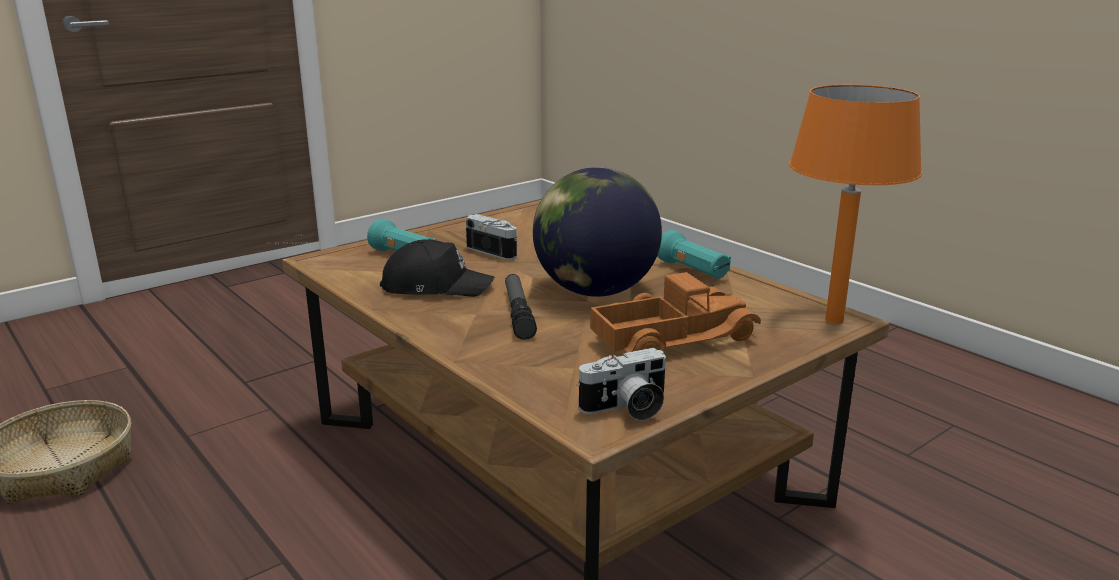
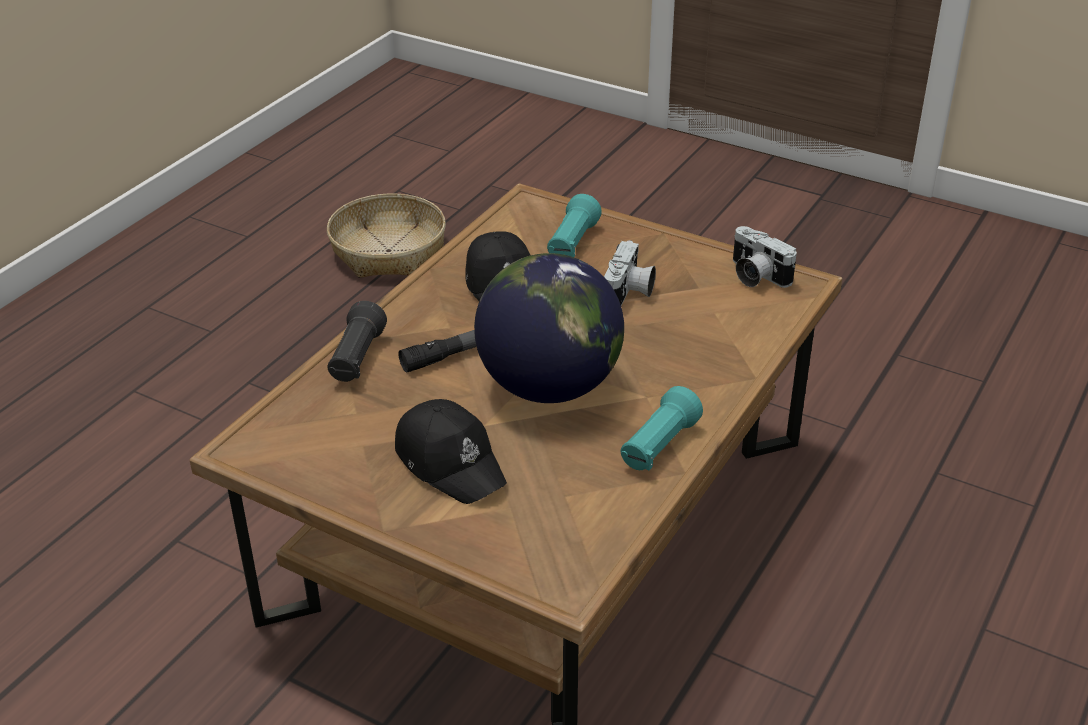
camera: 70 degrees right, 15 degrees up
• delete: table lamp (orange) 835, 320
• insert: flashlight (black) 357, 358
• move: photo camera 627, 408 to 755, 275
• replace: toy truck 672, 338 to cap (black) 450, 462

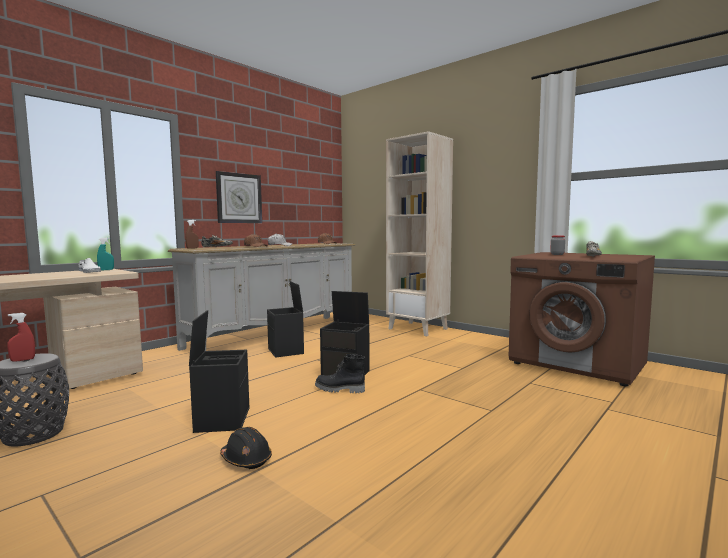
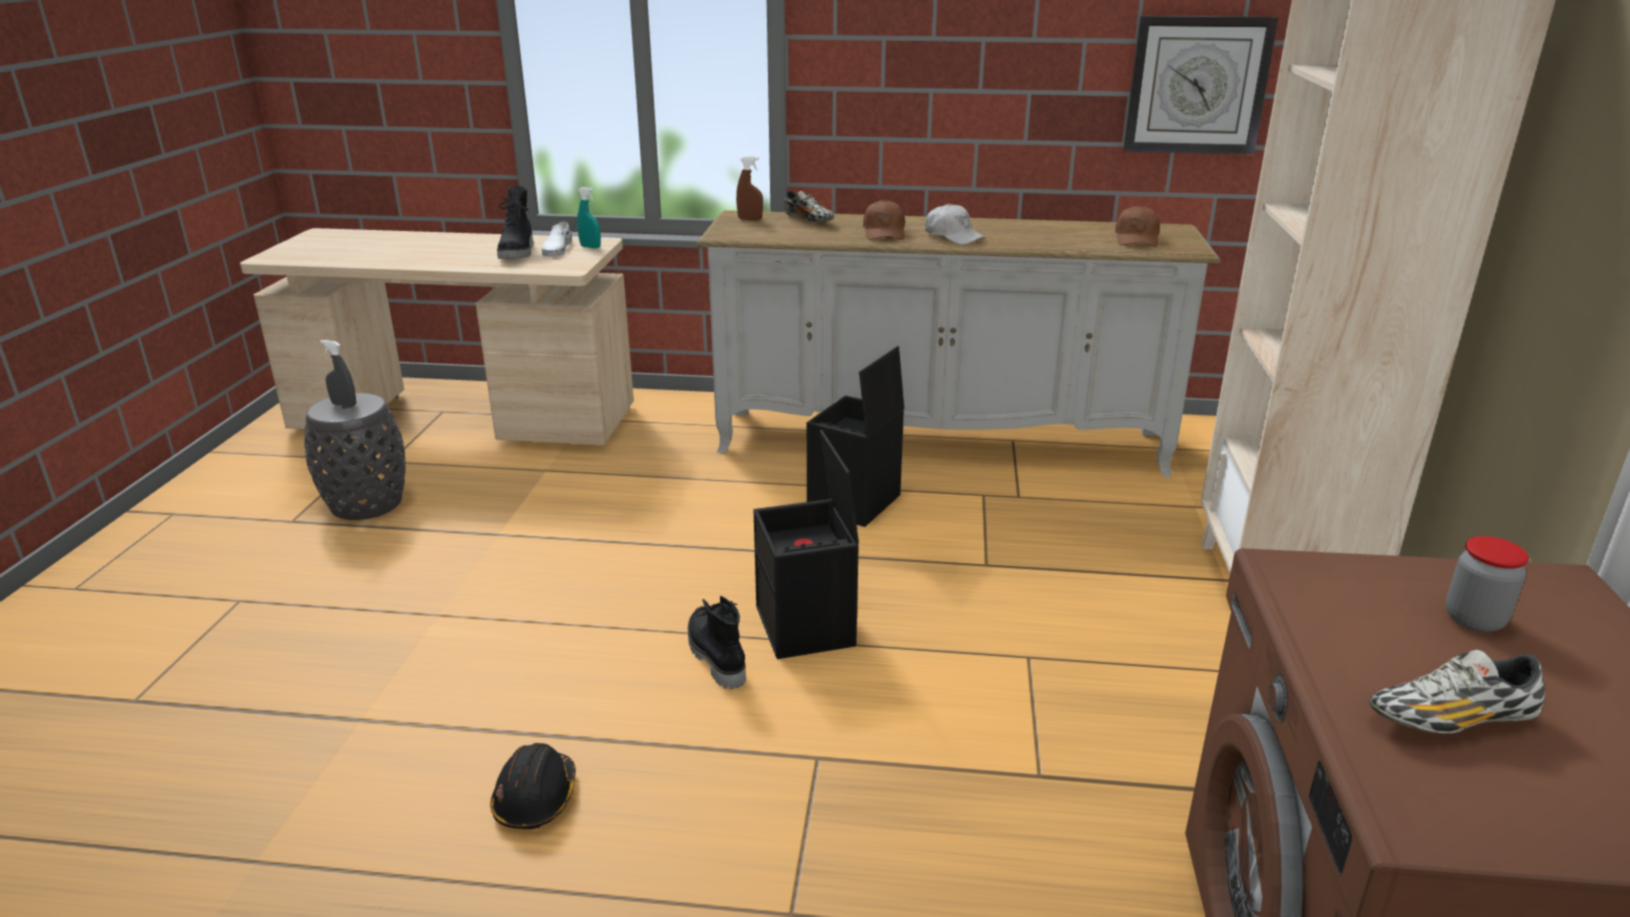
camera: 55 degrees right, 20 degrees up
• delete: storage box (black) 222, 419
• insert: boot (black) 518, 253
• move: wall clock 239, 198 to 1197, 85
• move: hard hat (black) 246, 459 to 536, 799
• recolor: spray bottle (red) 22, 360 to spray bottle (grey) 344, 405

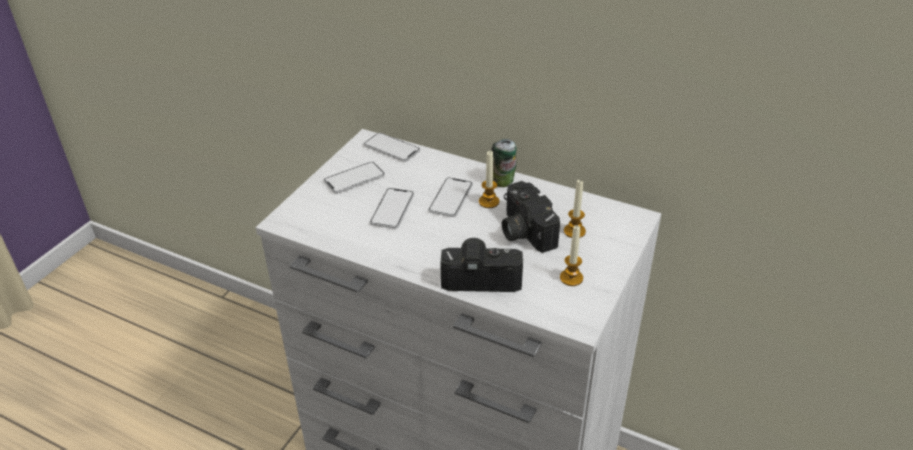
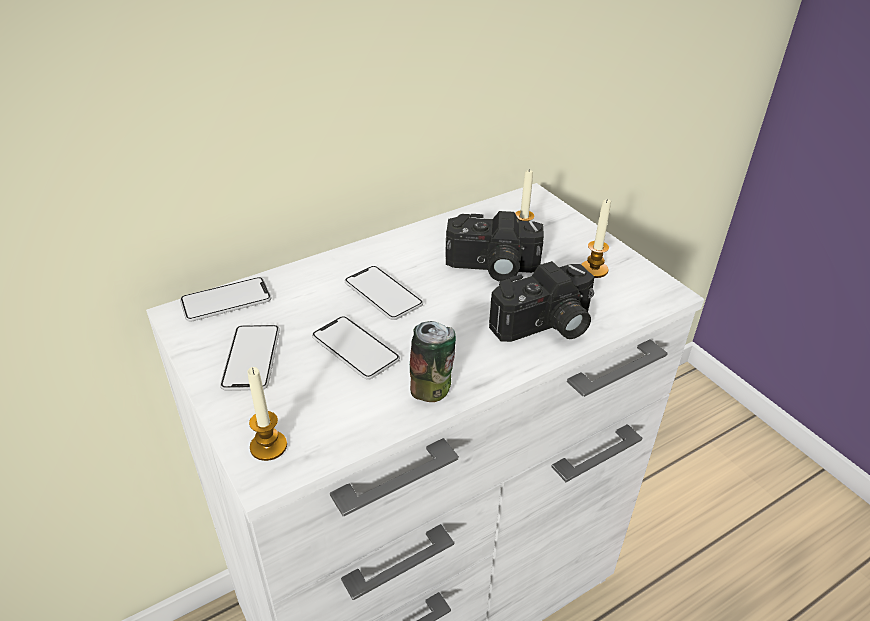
camera: 60 degrees left, 0 degrees up
• move: candle 489, 202 to 268, 446
• move: can 503, 182 to 432, 389
• rotate: photo camera 481, 276 = 545, 327 150 degrees counterclockwise

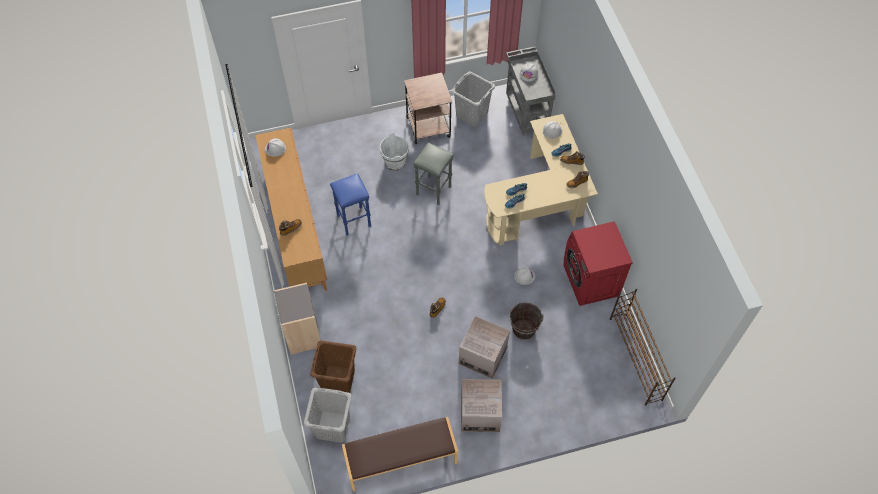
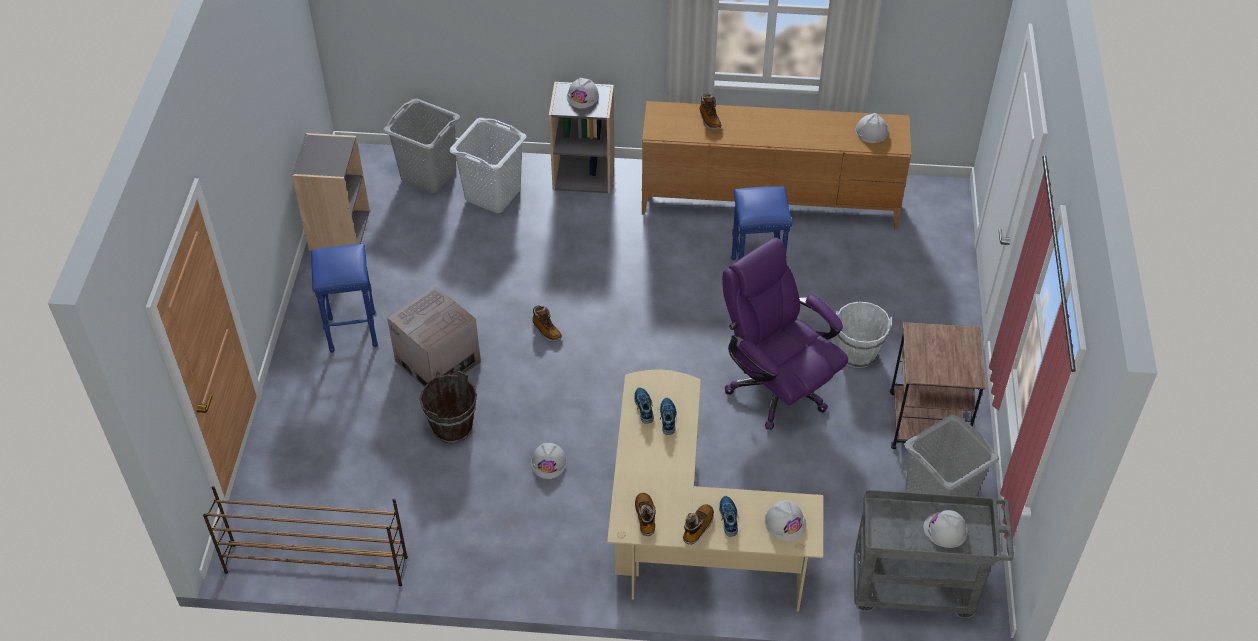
camera: 110 degrees right, 10 degrees down
• delete: washing machine (red) 590, 281
• insert: hard hat (white) 583, 96
• replace: bench (brown) 401, 461 to bookcase (grey) 339, 229
• replace: stool (grey) 432, 190 to office chair (purple) 777, 388
• replace: cardboard box 480, 413 to stool (blue) 351, 331
• recolor: laundry basket (brown) 338, 379 to laundry basket (white) 493, 194

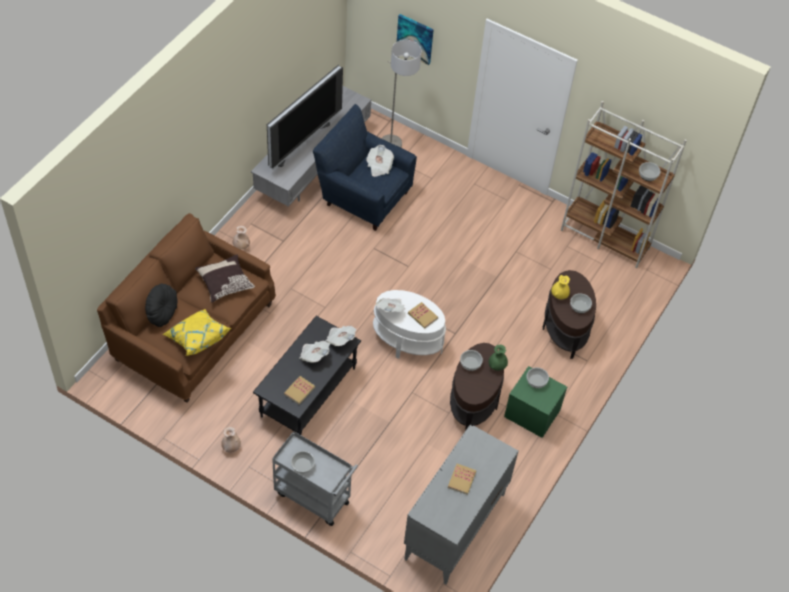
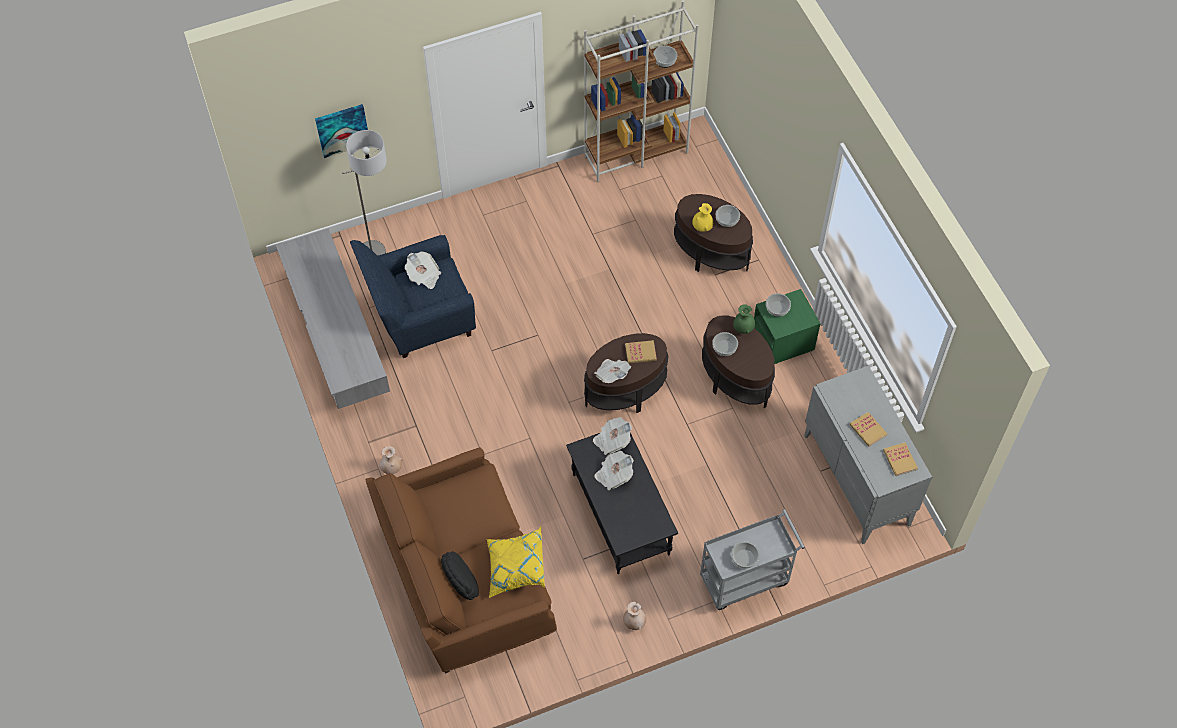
camera: 50 degrees left, 5 degrees up
• delete: pillow 225, 283
• delete: television 301, 142
• move: book 299, 391 to 900, 460
• recolor: side table (white) 407, 340 to side table (brown) 625, 391

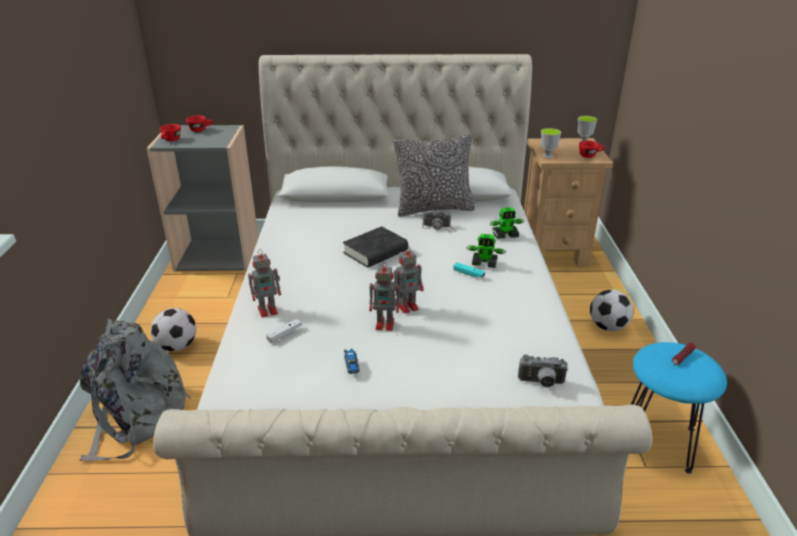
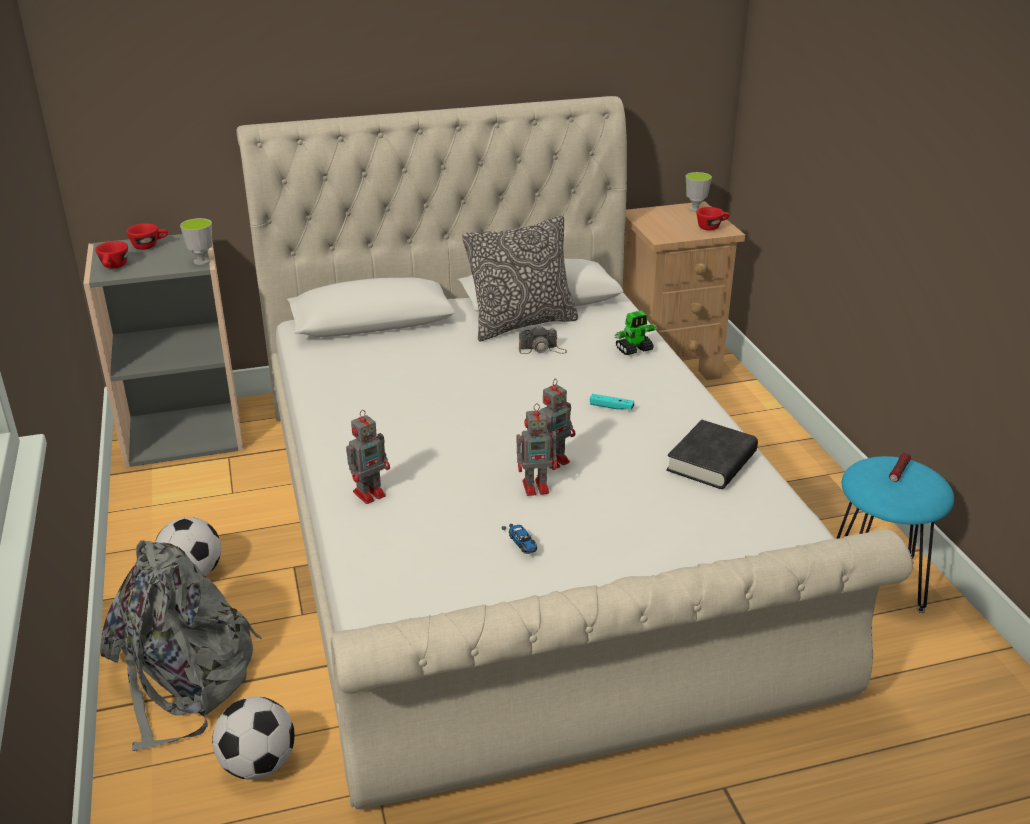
camera: 15 degrees left, 0 degrees up
• delete: game controller (white) 284, 334
• delete: toy robot 484, 263
• delete: photo camera 541, 383
• move: book (black) 375, 252 to 711, 461
• move: cup 547, 156 to 202, 261
• move: football 607, 327 to 258, 764

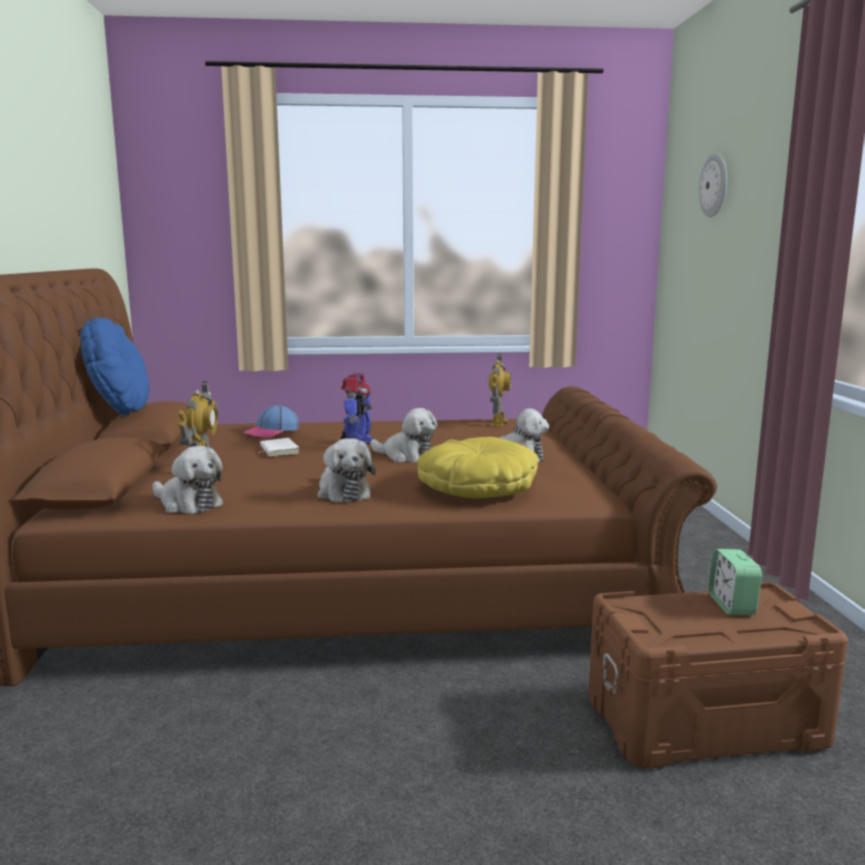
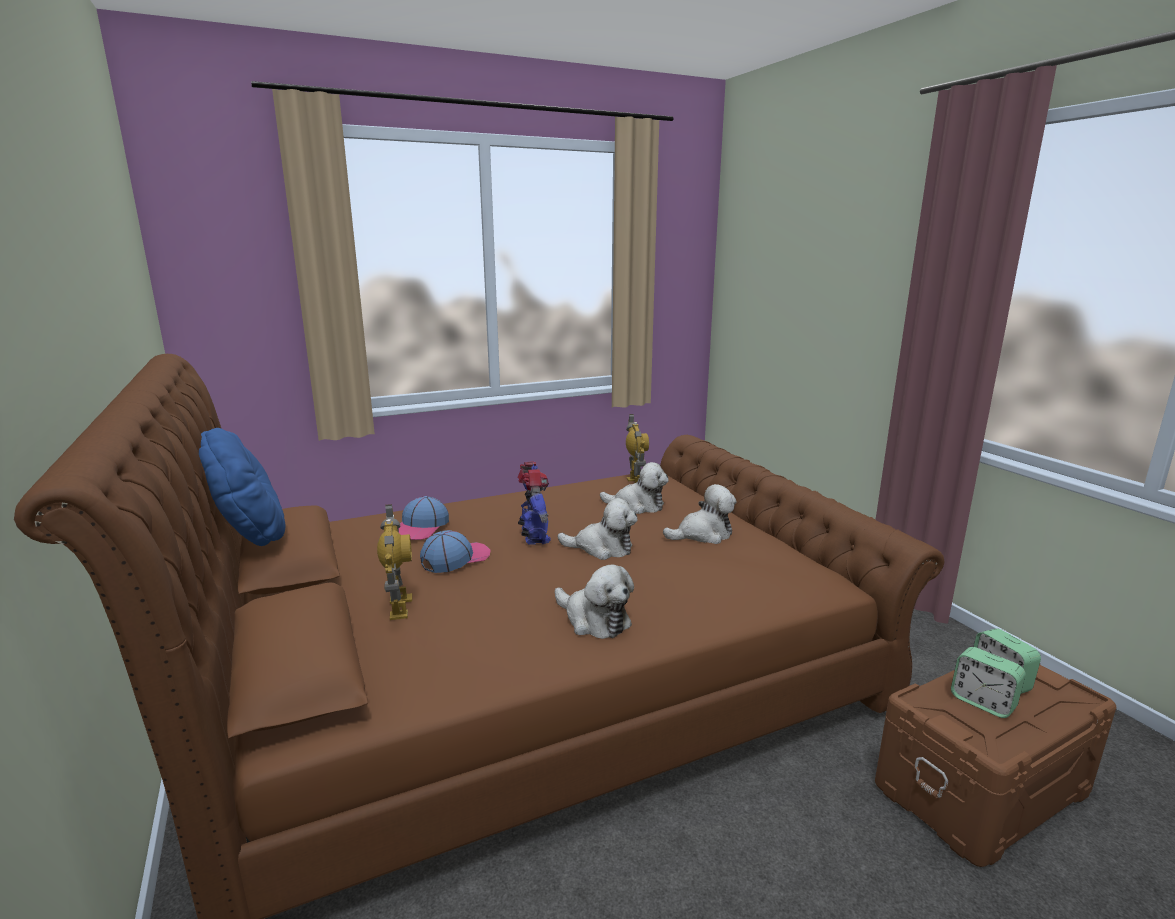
camera: 20 degrees left, 5 degrees up
• delete: pillow (yellow) 476, 486
• delete: wall clock 714, 185
• insert: alarm clock 982, 702
• move: plush toy 188, 504 to 638, 505
• replace: book (white) 277, 450 to cap 455, 558

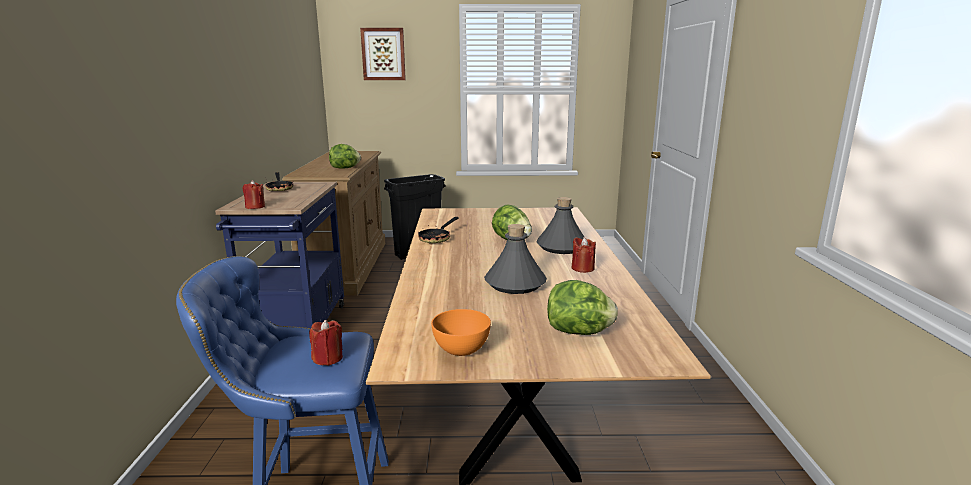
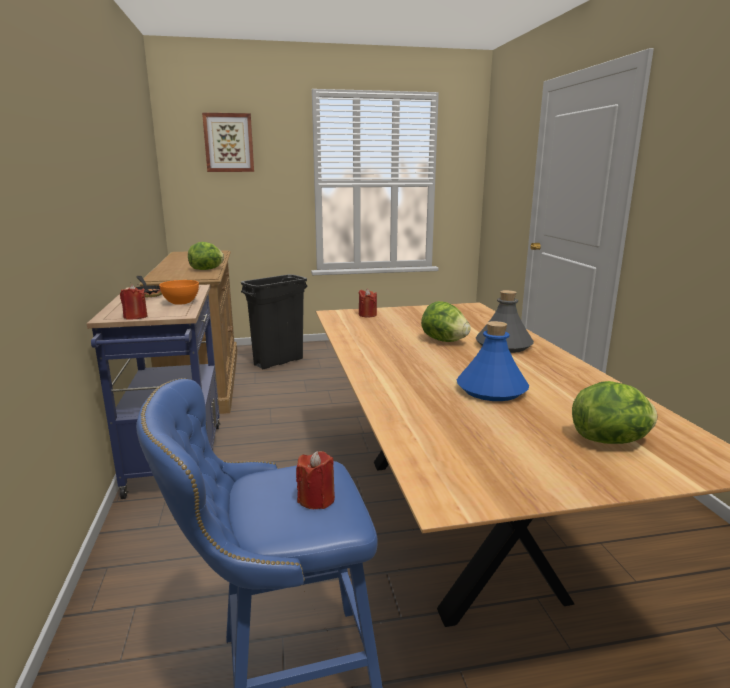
camera: 10 degrees left, 0 degrees up
• delete: frying pan 437, 238
• move: bowl (orange) 461, 350 to 181, 303
• move: candle (red) 582, 268 to 367, 315
• recolor: bottle (grey) 514, 284 to bottle (blue) 491, 390

